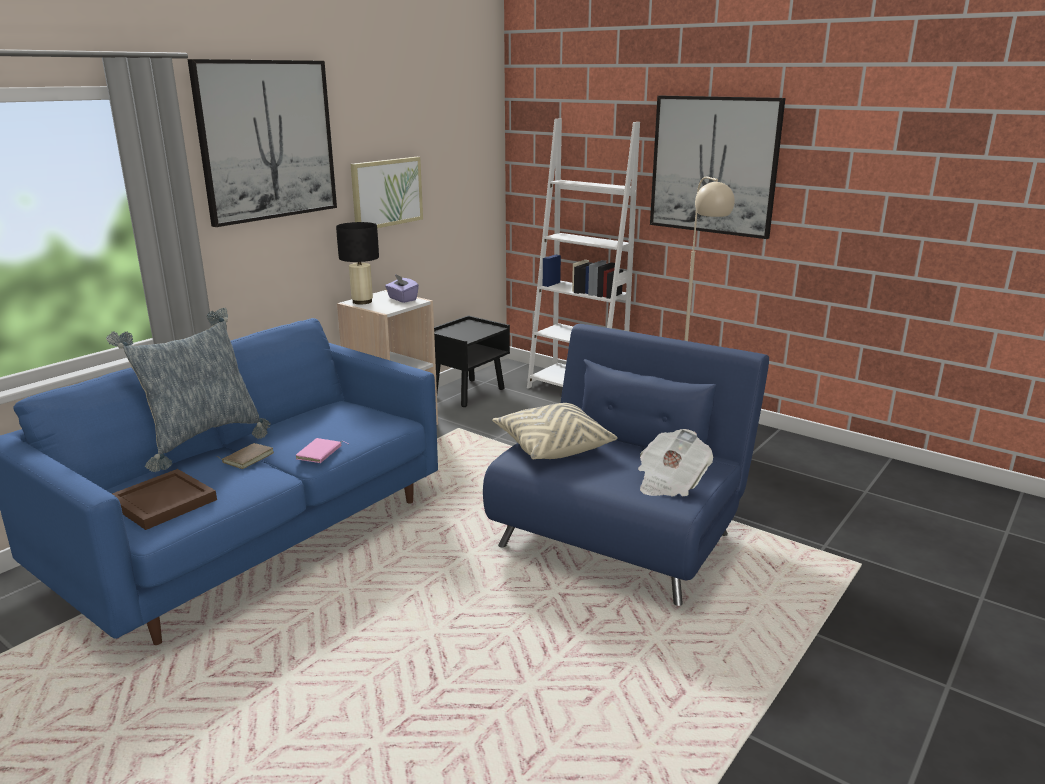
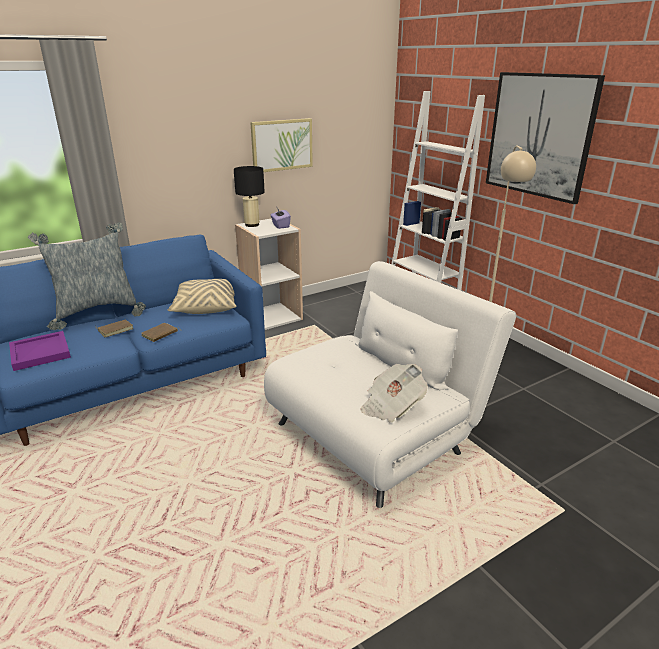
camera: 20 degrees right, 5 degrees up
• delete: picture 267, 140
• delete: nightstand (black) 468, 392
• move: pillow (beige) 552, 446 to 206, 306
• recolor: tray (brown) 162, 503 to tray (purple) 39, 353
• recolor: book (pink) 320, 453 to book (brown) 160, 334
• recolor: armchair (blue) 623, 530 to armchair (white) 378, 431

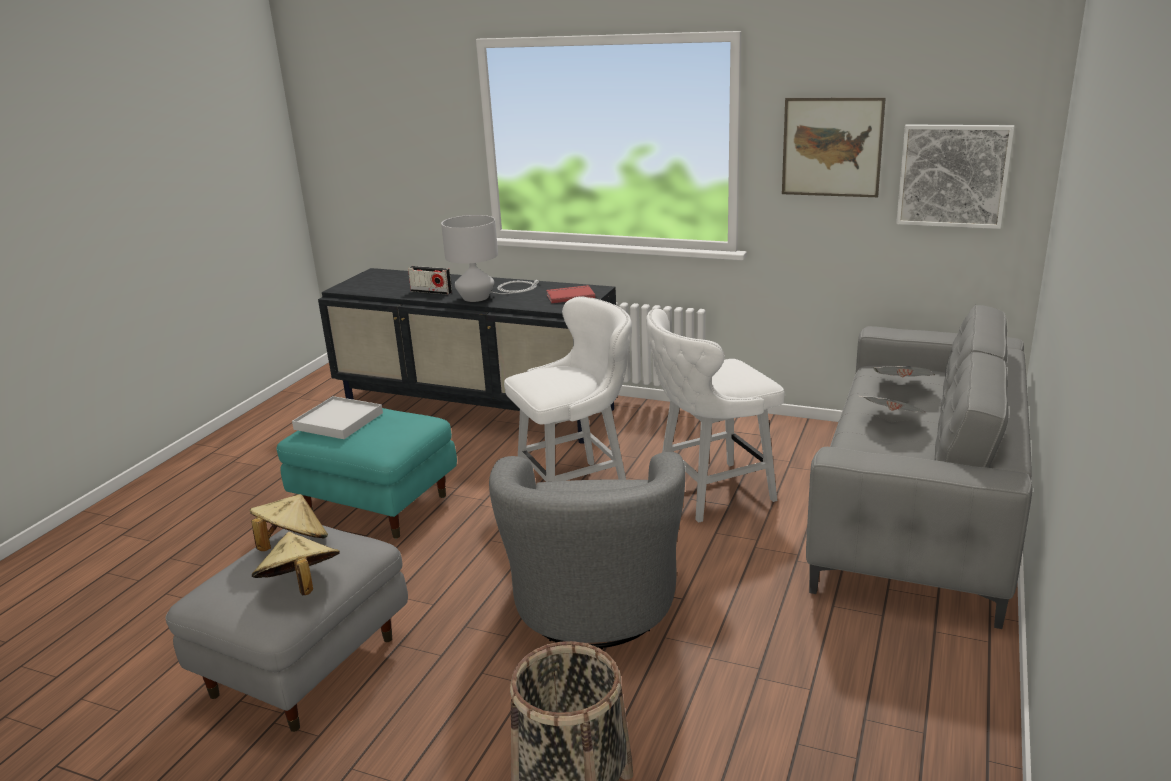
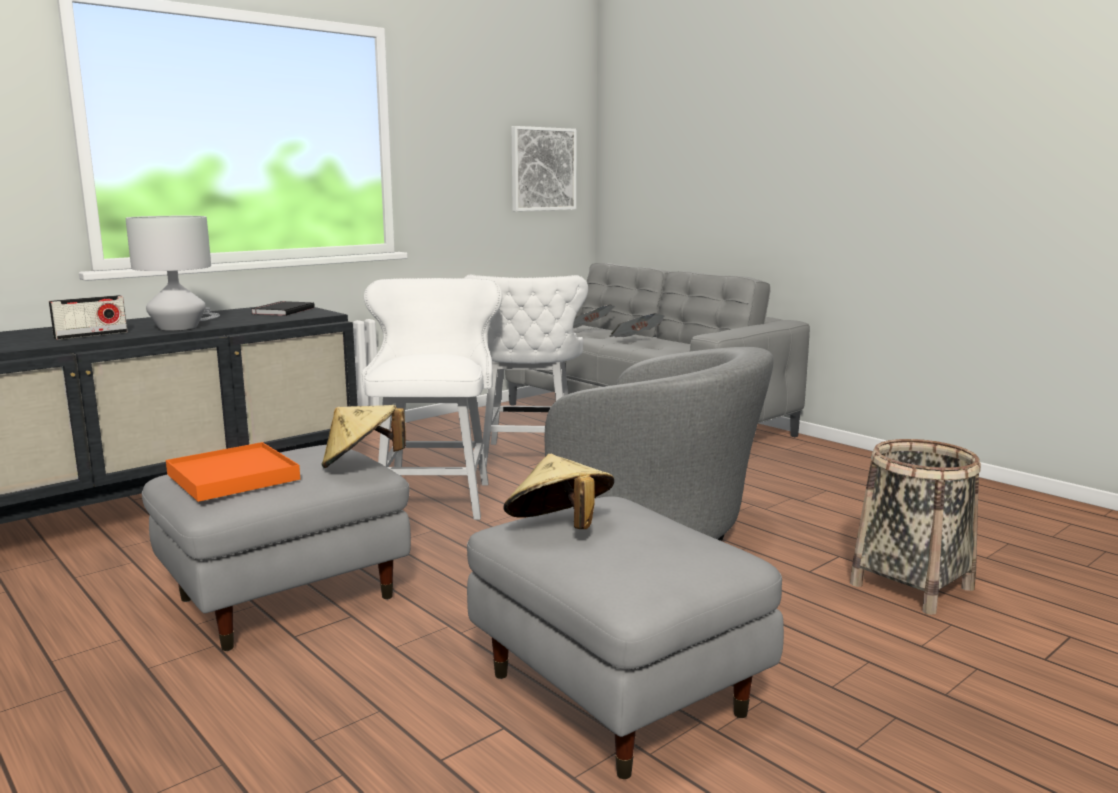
camera: 65 degrees left, 10 degrees down
• delete: picture 832, 147
• move: hat (beige) 300, 586 to 361, 464
• recolor: ottoman (turquoise) 375, 506 to ottoman (grey) 283, 600
• recolor: tray (white) 339, 421 to tray (orange) 233, 477
• recolor: book (red) 570, 296 to book (black) 281, 311

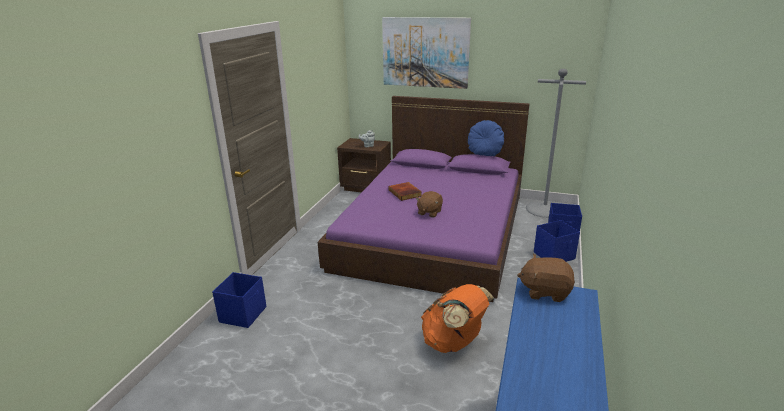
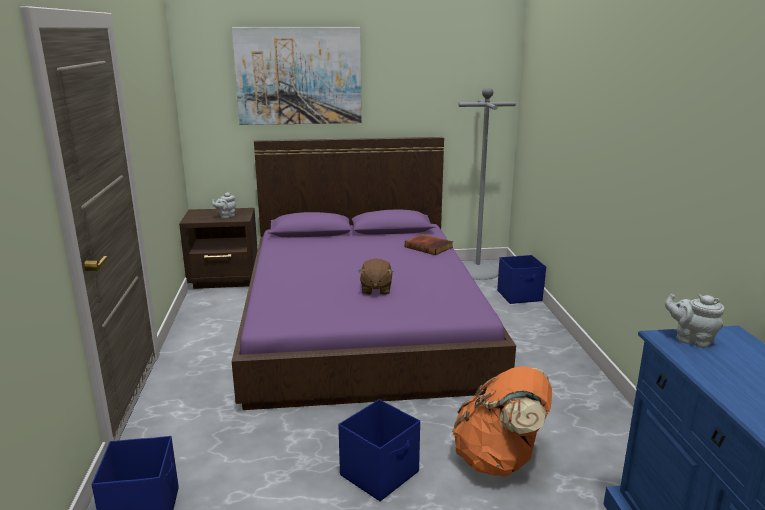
camera: 25 degrees left, 5 degrees down
• delete: pillow (blue) 484, 154
• move: book 405, 193 to 429, 247
• move: storage box (blue) 554, 256 to 380, 473
• replace: plush toy (brown) 545, 291 to teapot (grey) 691, 339

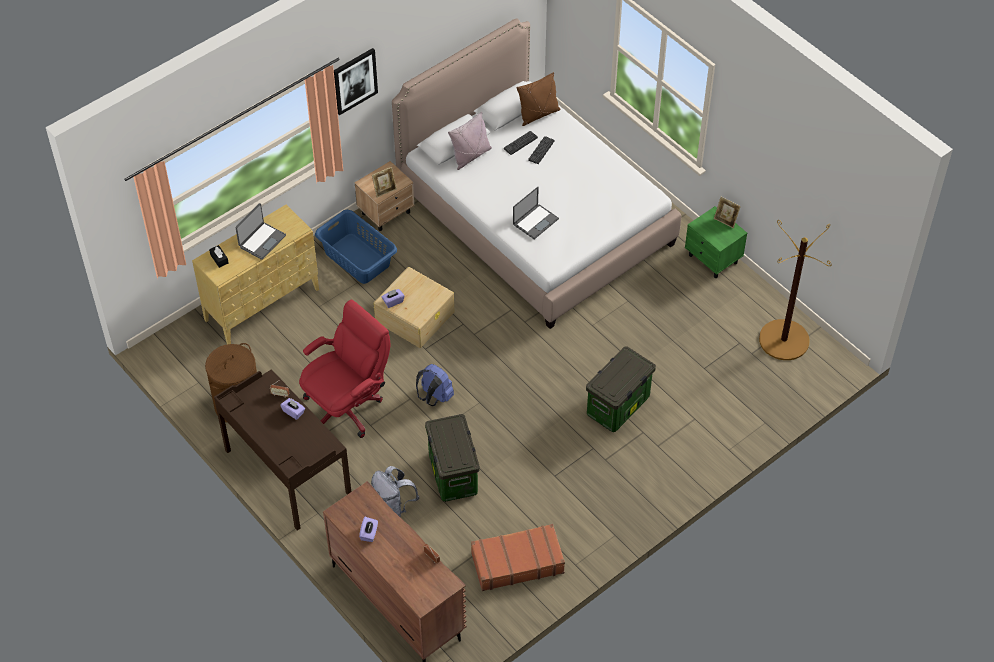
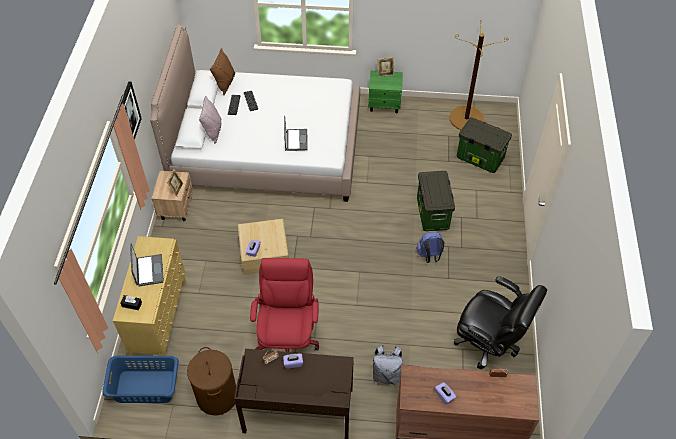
camera: 45 degrees left, 0 degrees up
• move: laundry basket (blue) 357, 259 to 146, 387
• move: backpack (blue) 434, 397 to 429, 256
• move: storage box 452, 473 to 479, 158
• replace: suitcase (brown) 517, 562 to office chair (black) 489, 343

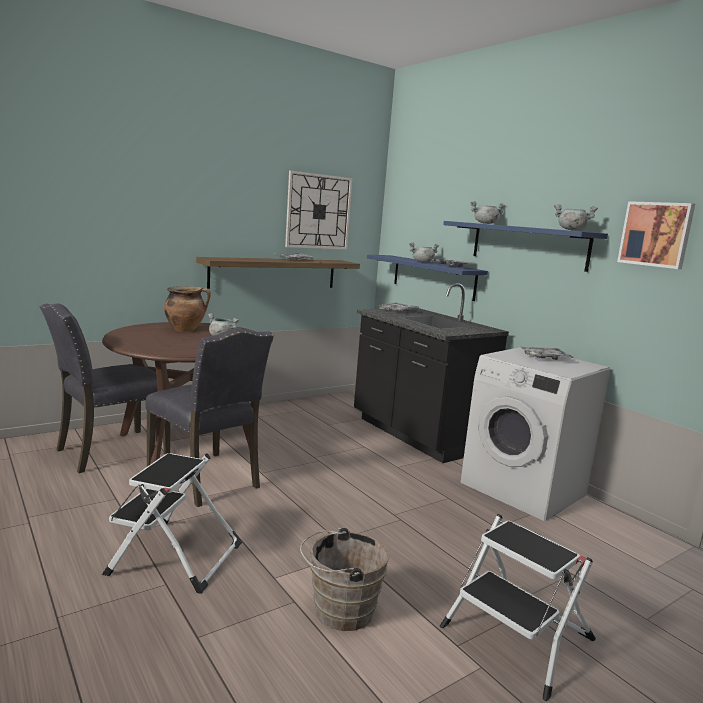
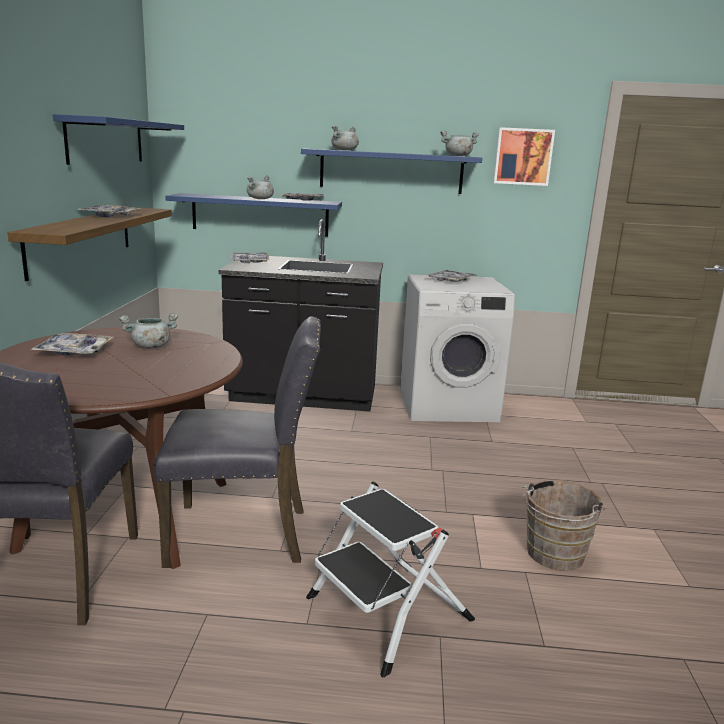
camera: 50 degrees left, 5 degrees up
• delete: step ladder 518, 636
• replace: cooking pot 186, 330 to tray 74, 351
• replace: wall clock 318, 211 to shelf (blue) 106, 141

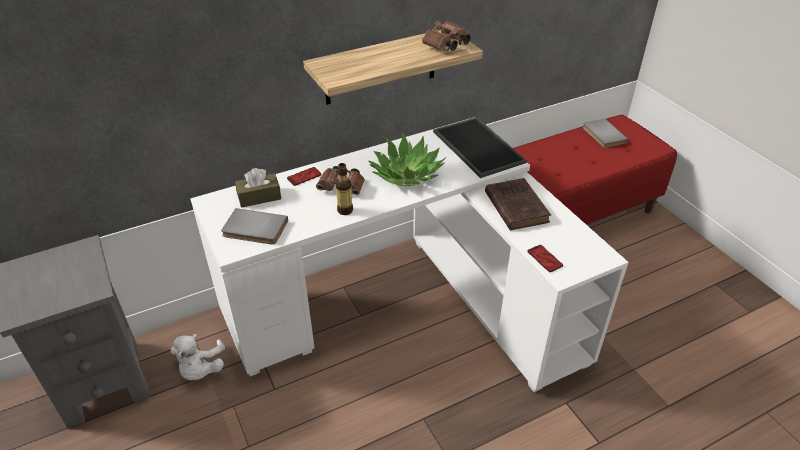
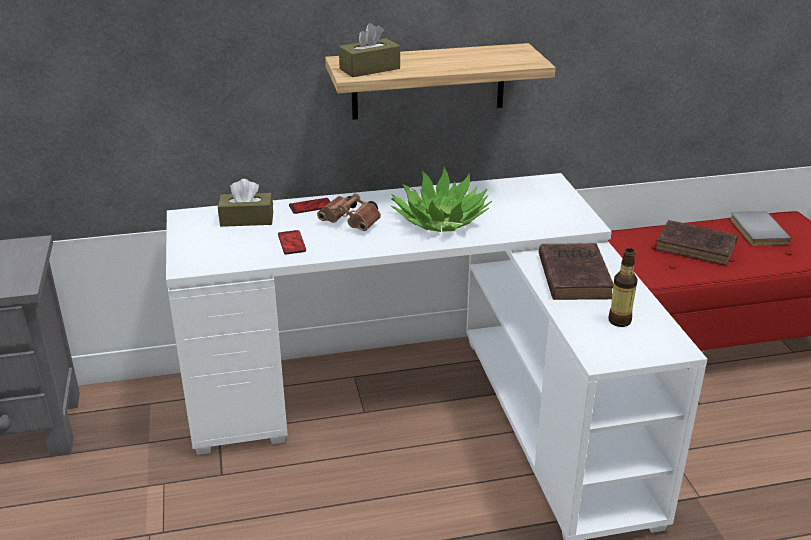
camera: 15 degrees right, 10 degrees down
• delete: plush toy (white) 200, 369
• delete: book (grey) 254, 230
• delete: binoculars (brown) 446, 46
• delete: tray 476, 147
• insert: tissue box (brown) 369, 69
• insert: book (brown) 697, 247
• move: bottle 345, 210 to 619, 321
• move: phone 544, 259 to 292, 243

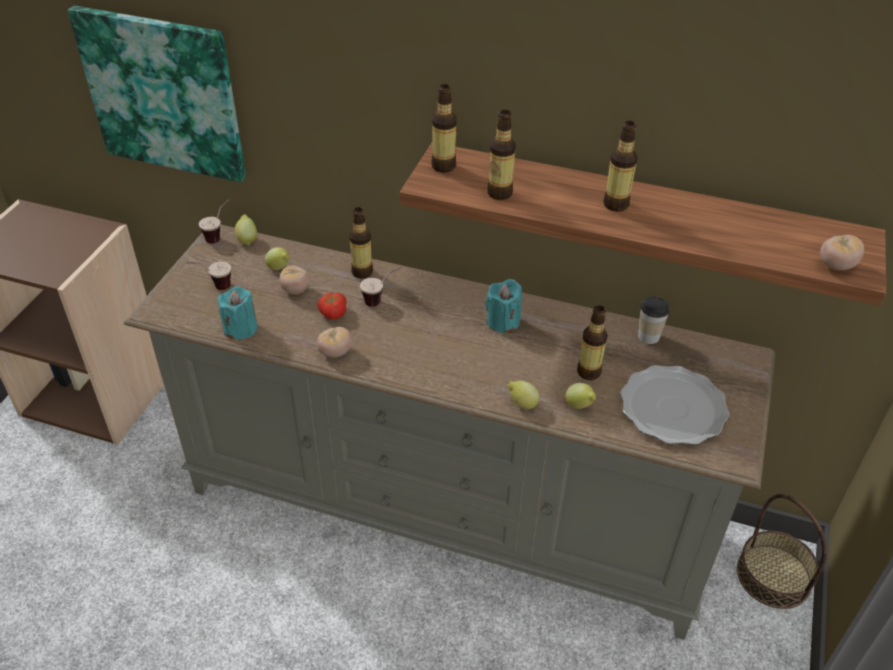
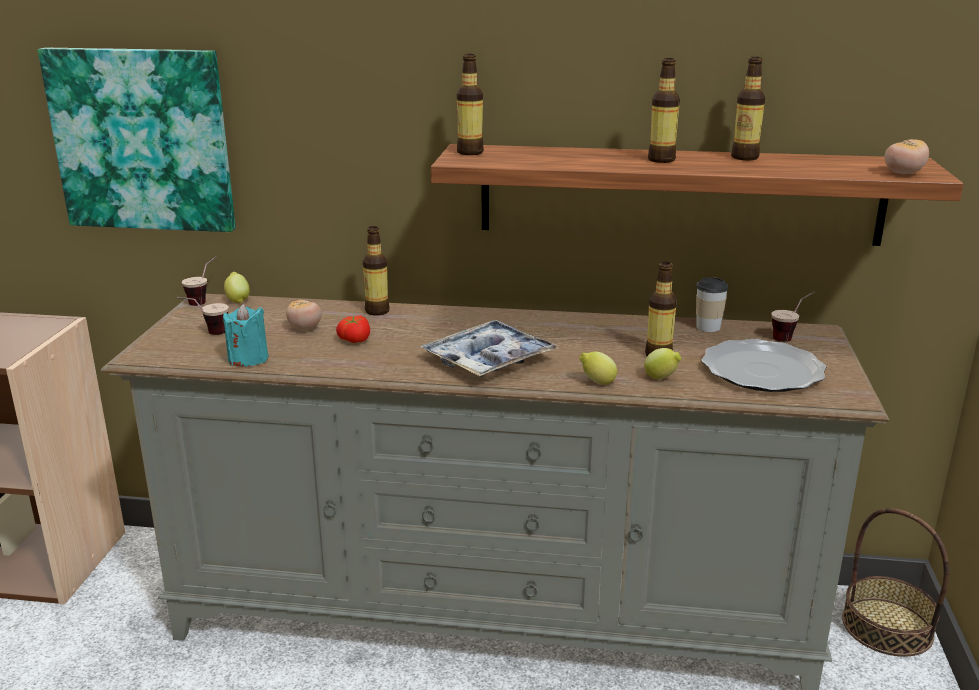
camera: 10 degrees left, 20 degrees down
• delete: lemon 279, 268
• delete: tomato 335, 352
• delete: candle (turquoise) 503, 321
• insert: tray 488, 360
• move: cup 381, 300 to 790, 337
• move: bottle 499, 193 to 744, 157

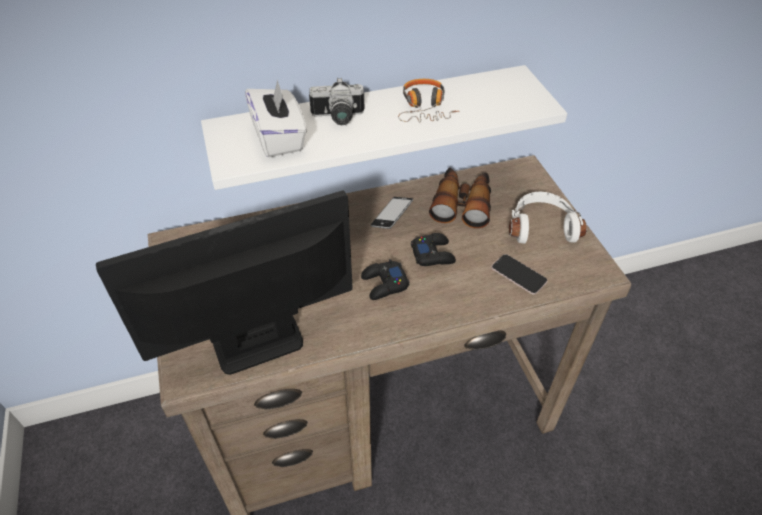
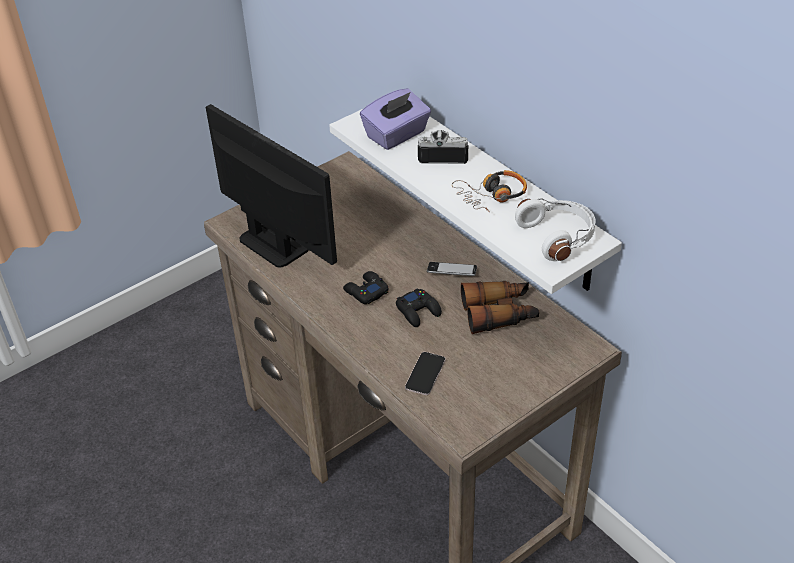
camera: 70 degrees right, 5 degrees down
• move: headphones (white) 541, 226 to 558, 236
• recolor: tissue box (white) 279, 138 to tissue box (purple) 397, 135
• rotate: photo camera 338, 118 = 443, 155 120 degrees clockwise

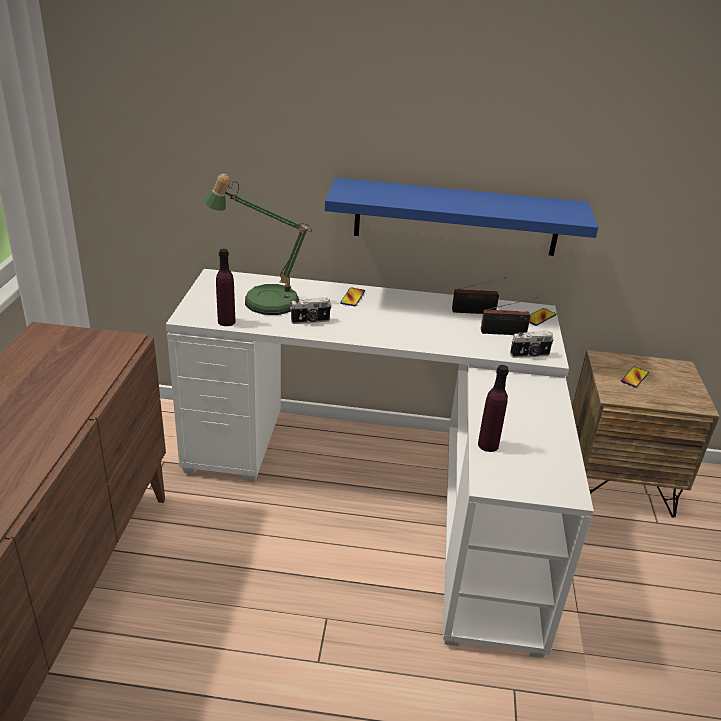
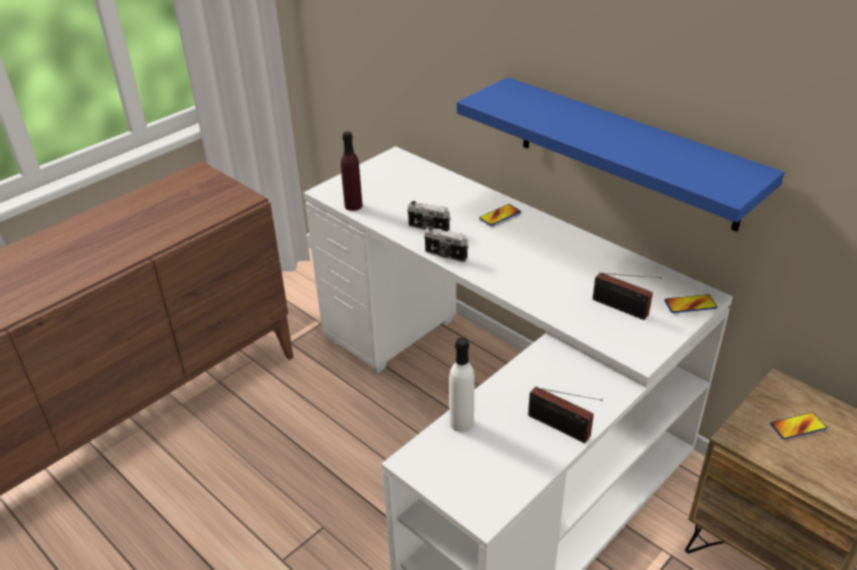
camera: 40 degrees right, 5 degrees up
• delete: table lamp 262, 299
• move: radio 476, 312 to 561, 428
• move: photo camera 530, 355 to 445, 255
• recolor: bottle (purple) 488, 445 to bottle (white) 461, 423

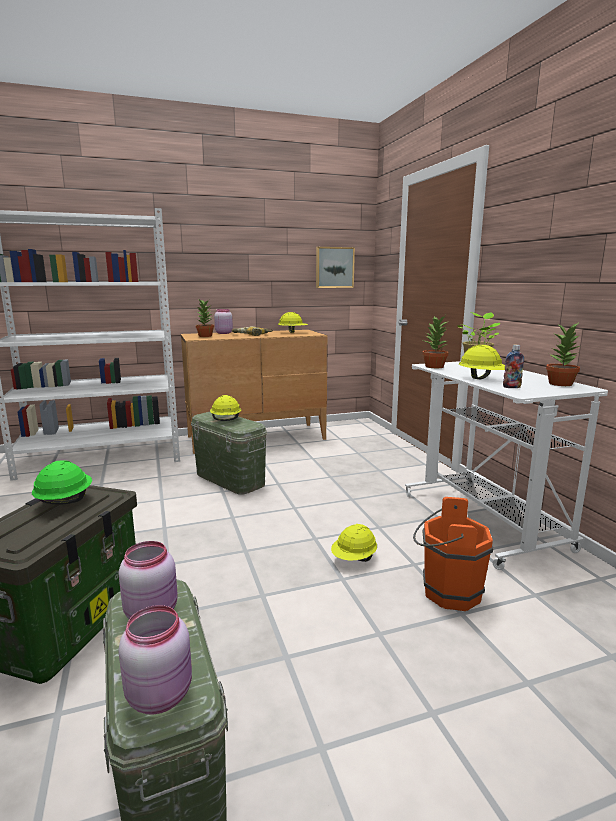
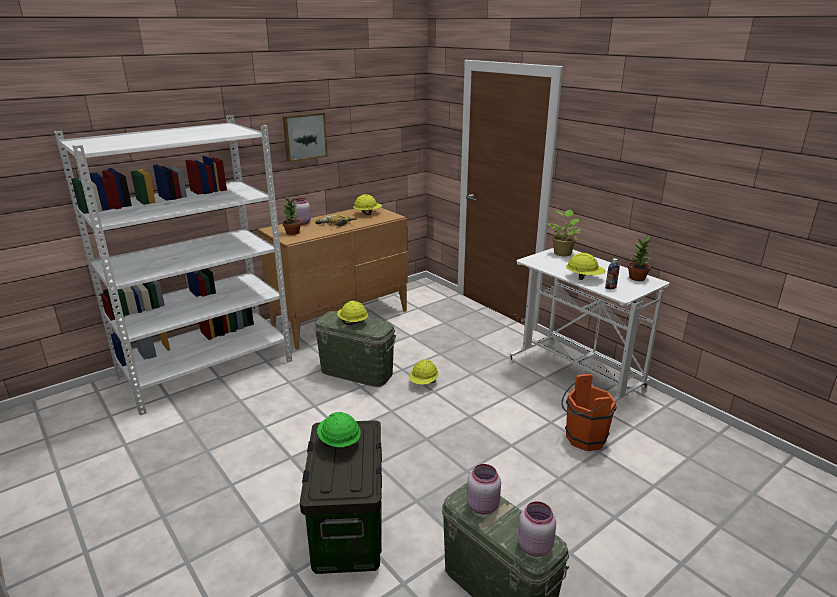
camera: 20 degrees left, 10 degrees up
• delete: potted plant 434, 367
• move: picture 334, 267 to 304, 136
• move: hard hat (yellow) 354, 559 to 423, 382

